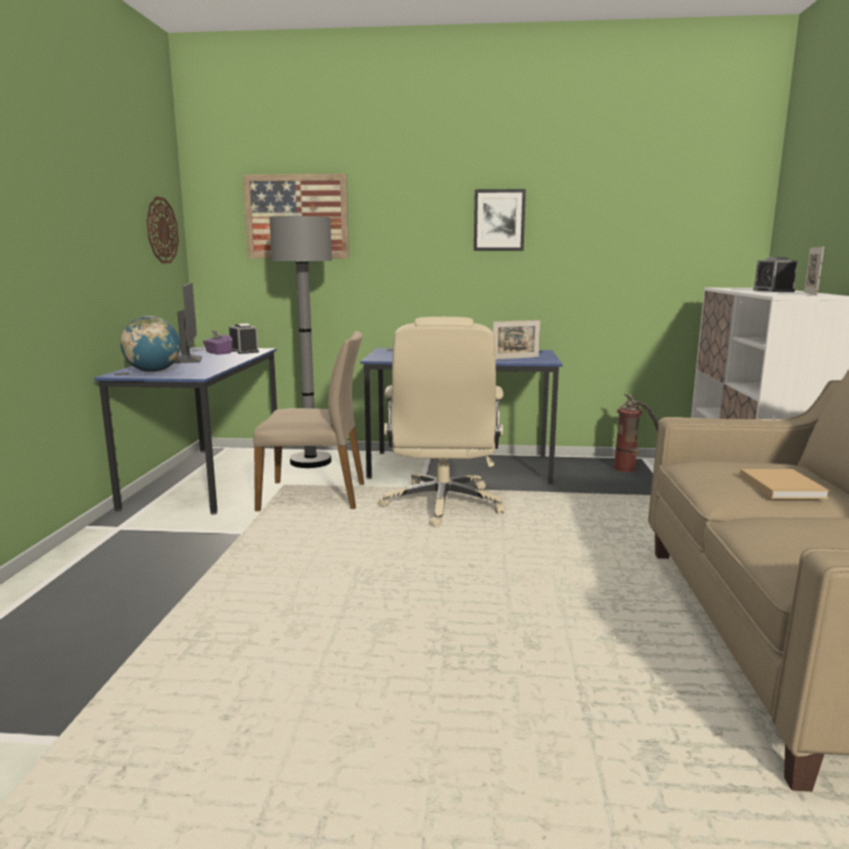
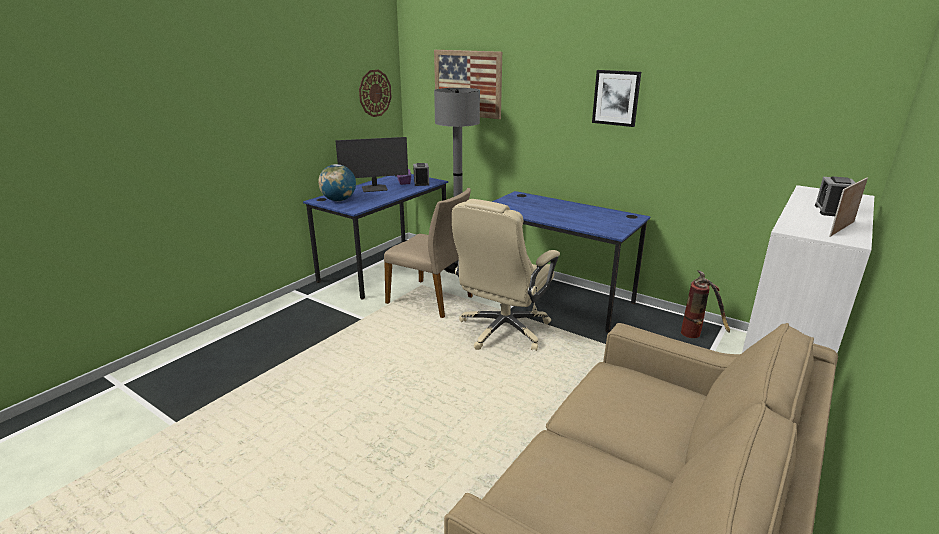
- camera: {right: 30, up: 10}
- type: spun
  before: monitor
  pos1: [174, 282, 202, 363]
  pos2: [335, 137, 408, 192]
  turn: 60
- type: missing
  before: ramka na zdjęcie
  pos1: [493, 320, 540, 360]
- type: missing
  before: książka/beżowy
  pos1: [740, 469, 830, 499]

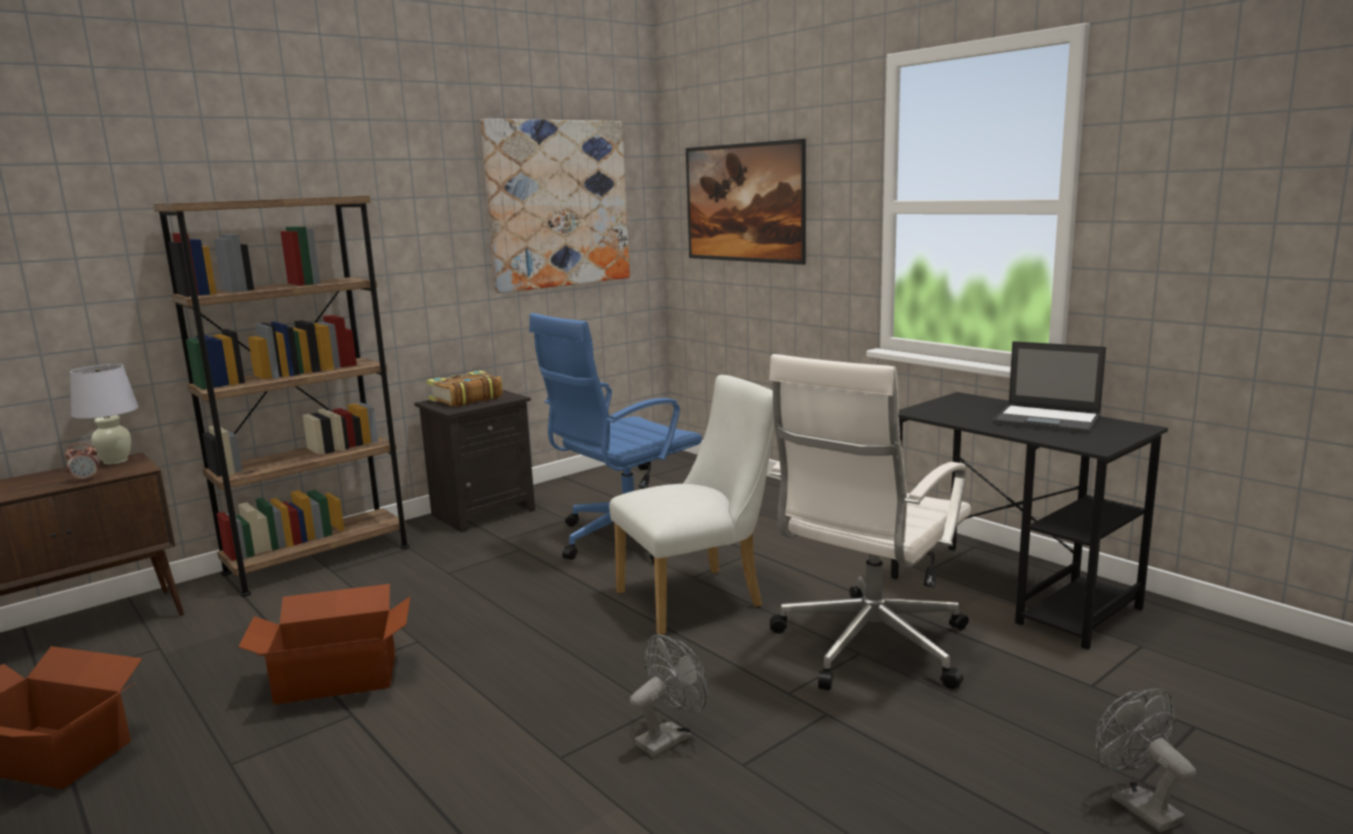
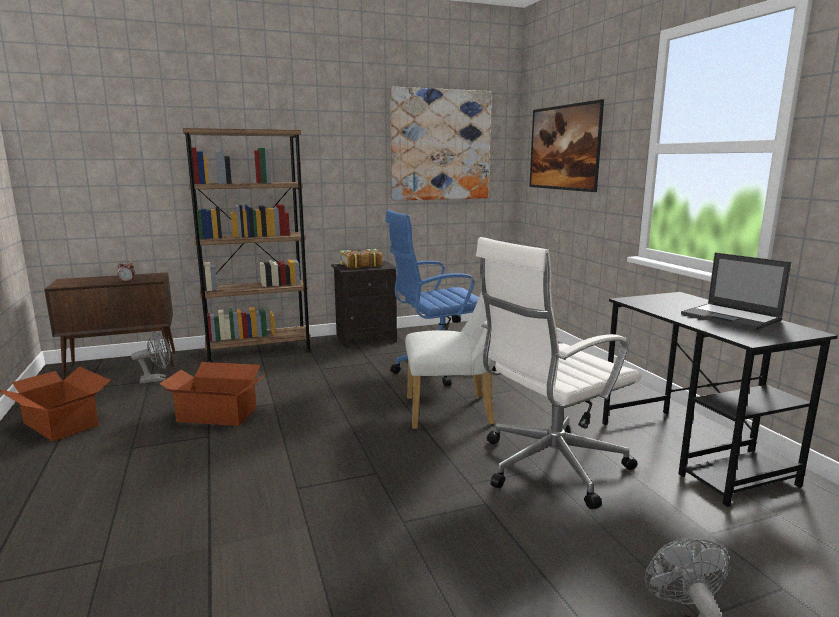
- camera: {right: 20, up: 0}
- type: missing
  before: lampa stołowa/biały
  pos1: [70, 364, 139, 465]
- type: relocated
  before: wentylator/szary
  pos1: [630, 634, 707, 757]
  pos2: [131, 331, 171, 384]

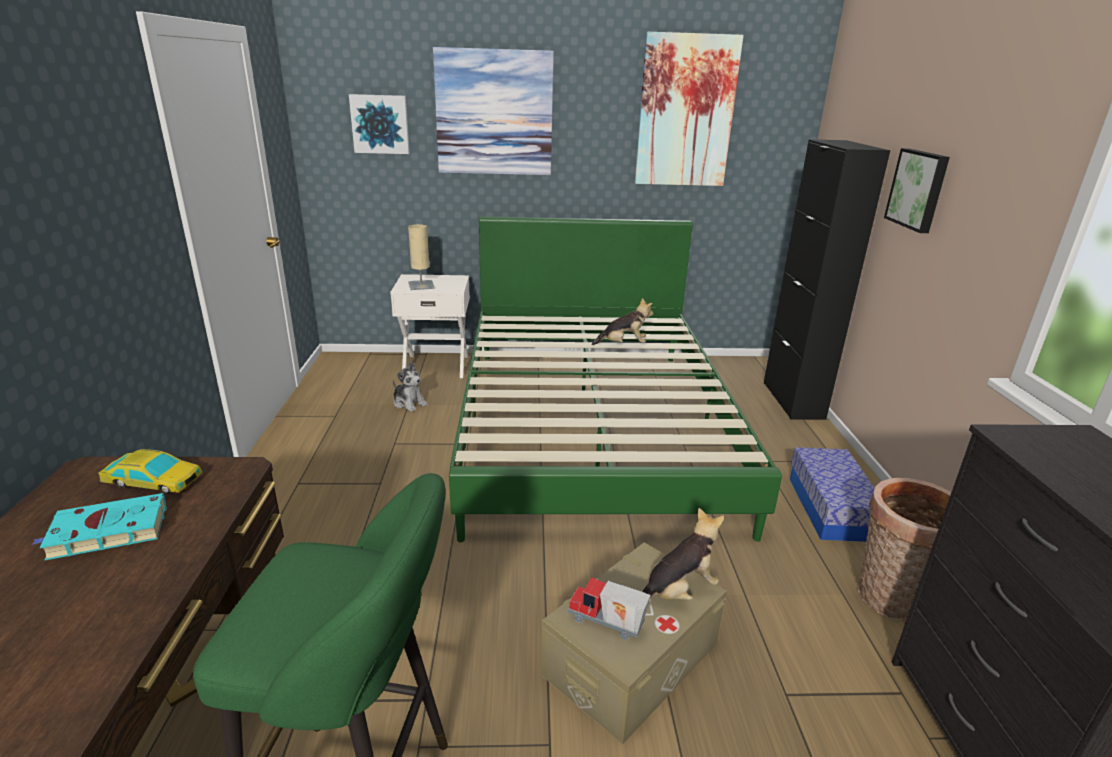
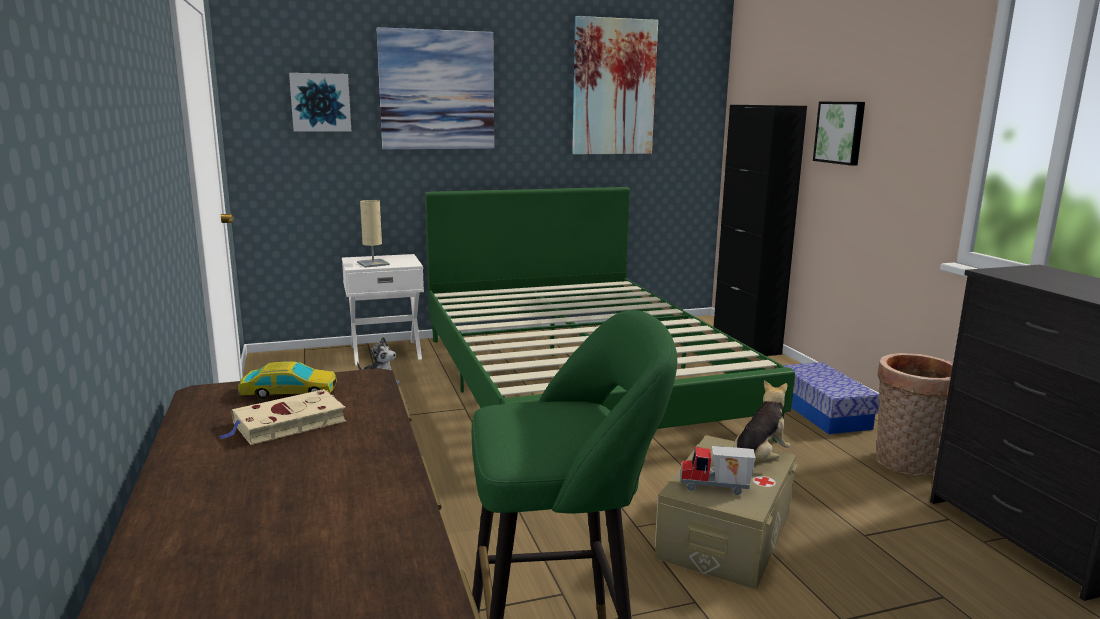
- camera: {right: -15, up: -10}
- type: colour
  before: książka/turkusowy
  after: książka/beżowy
  pos1: [31, 493, 167, 560]
  pos2: [219, 389, 346, 445]
- type: missing
  before: pluszak
  pos1: [592, 298, 654, 345]

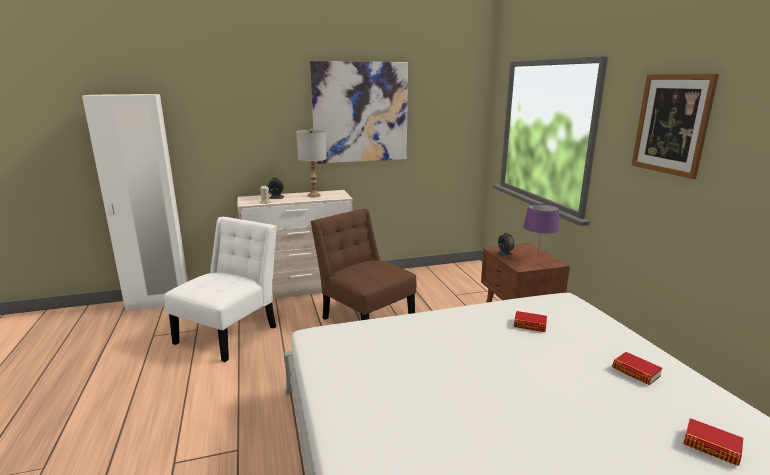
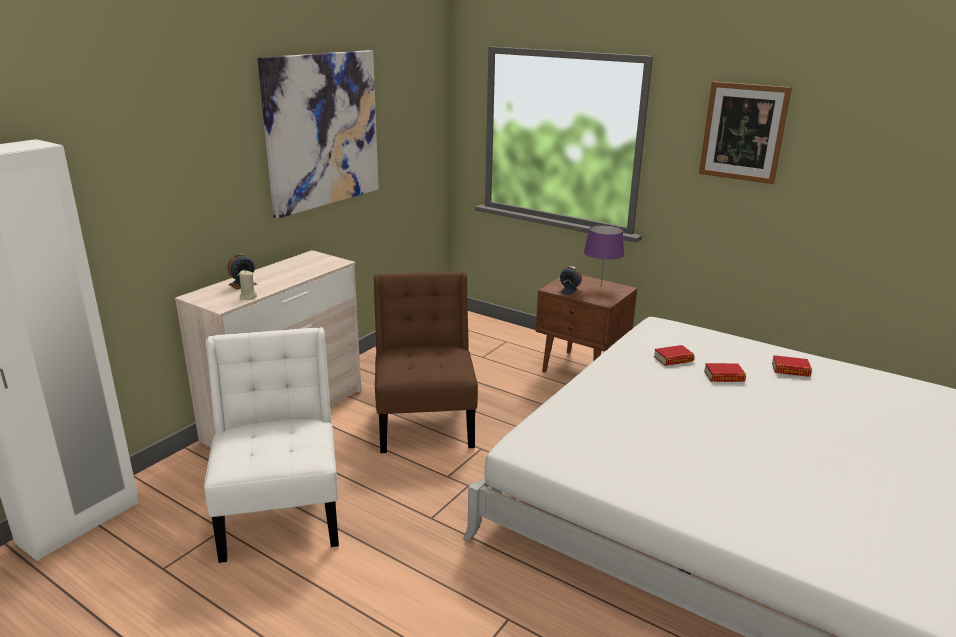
- camera: {right: -40, up: 5}
- type: missing
  before: lampa stołowa/szary
  pos1: [296, 129, 327, 197]
- type: spun
  before: krzesło/brązowy
  pos1: [311, 209, 417, 320]
  pos2: [374, 272, 478, 453]
  turn: 75
- type: relocated
  before: książka
  pos1: [683, 418, 743, 466]
  pos2: [704, 363, 746, 382]

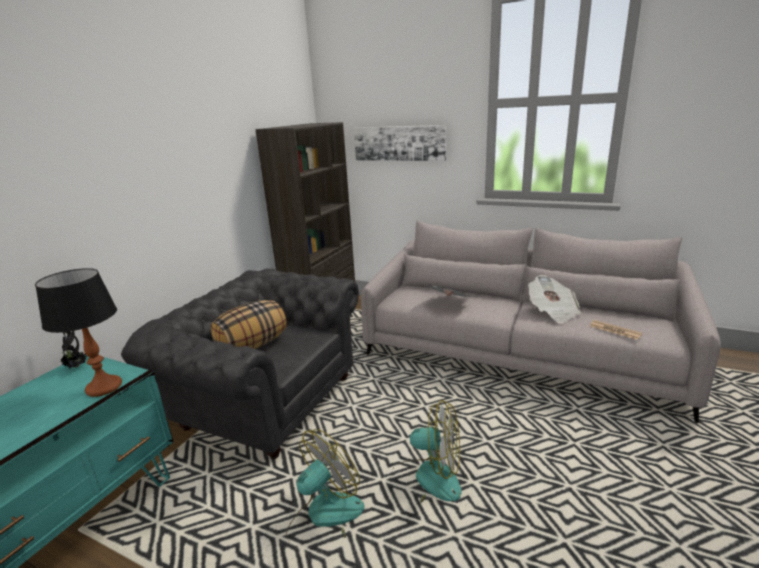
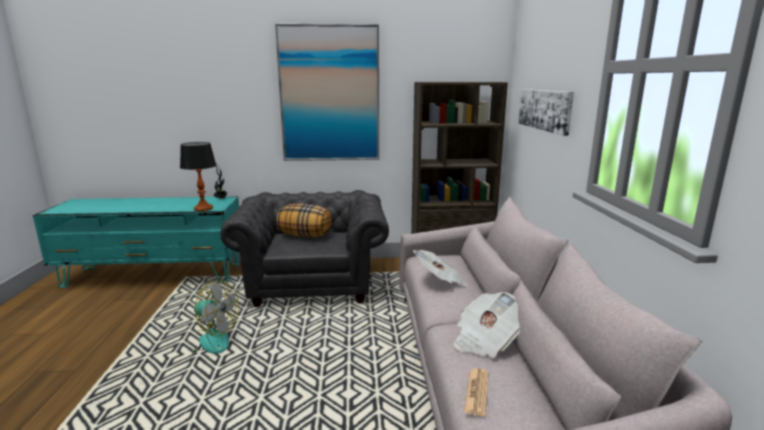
- camera: {right: 60, up: -5}
- type: missing
  before: wentylator
  pos1: [392, 400, 462, 503]
- type: appeared
  after: obraz
  pos2: [275, 24, 379, 161]

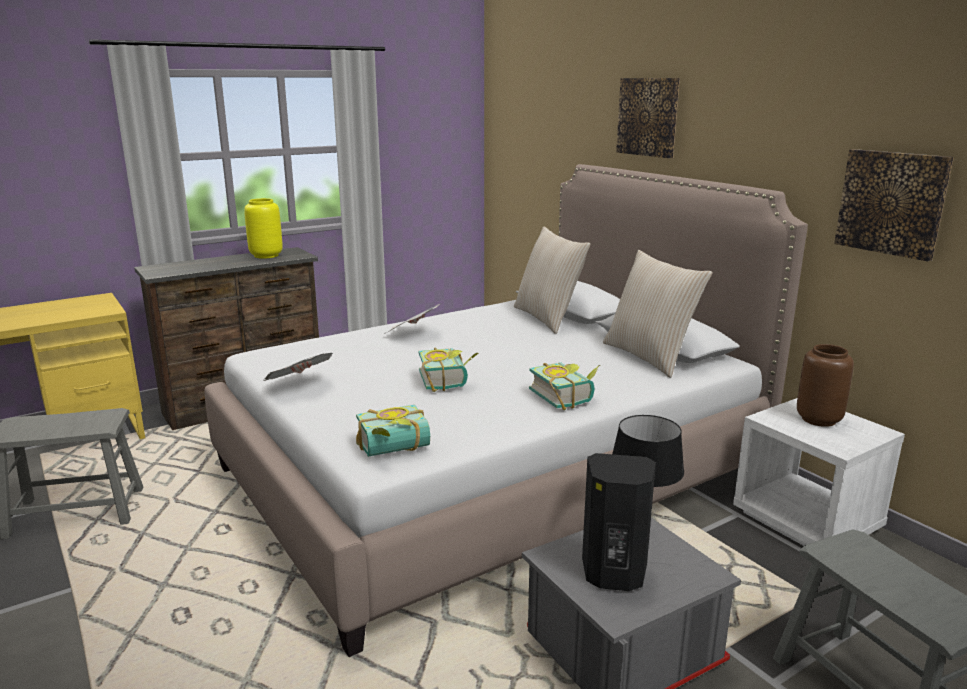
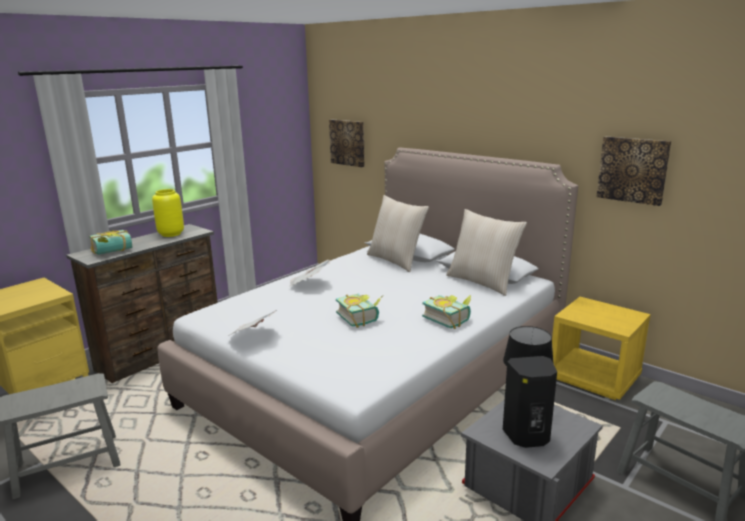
- camera: {right: -15, up: 0}
- type: relocated
  before: książka
  pos1: [356, 405, 430, 457]
  pos2: [89, 230, 132, 255]
- type: relocated
  before: obraz
  pos1: [616, 78, 680, 158]
  pos2: [329, 119, 365, 167]
- type: colour
  before: szafka nocna/biały
  after: szafka nocna/żółty
  pos1: [733, 398, 905, 546]
  pos2: [552, 297, 651, 400]
- type: missing
  before: wazon/brązowy
  pos1: [797, 344, 854, 427]

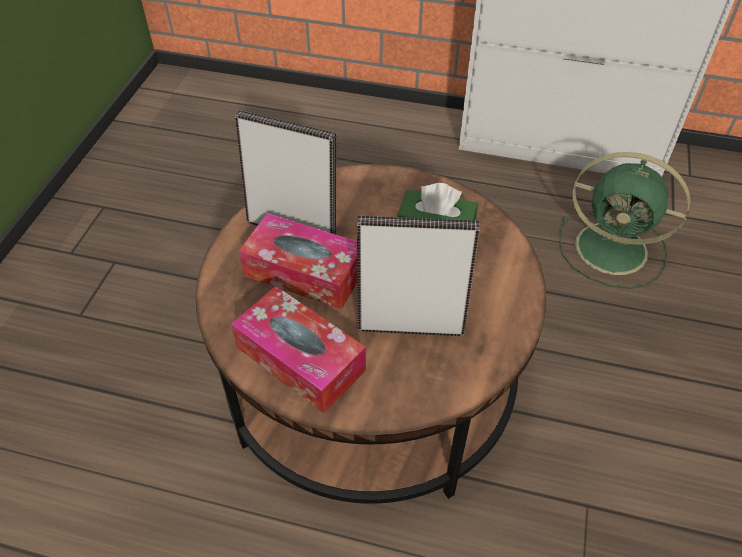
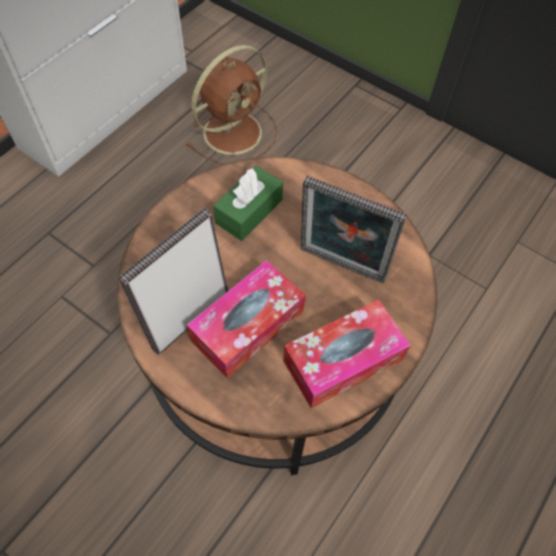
- camera: {right: -70, up: 10}
- type: spun
  before: ramka na zdjęcie
  pos1: [357, 216, 480, 336]
  pos2: [301, 176, 407, 283]
  turn: -90
- type: colour
  before: wentylator/zielony
  after: wentylator/brązowy
  pos1: [559, 152, 691, 289]
  pos2: [186, 45, 277, 165]

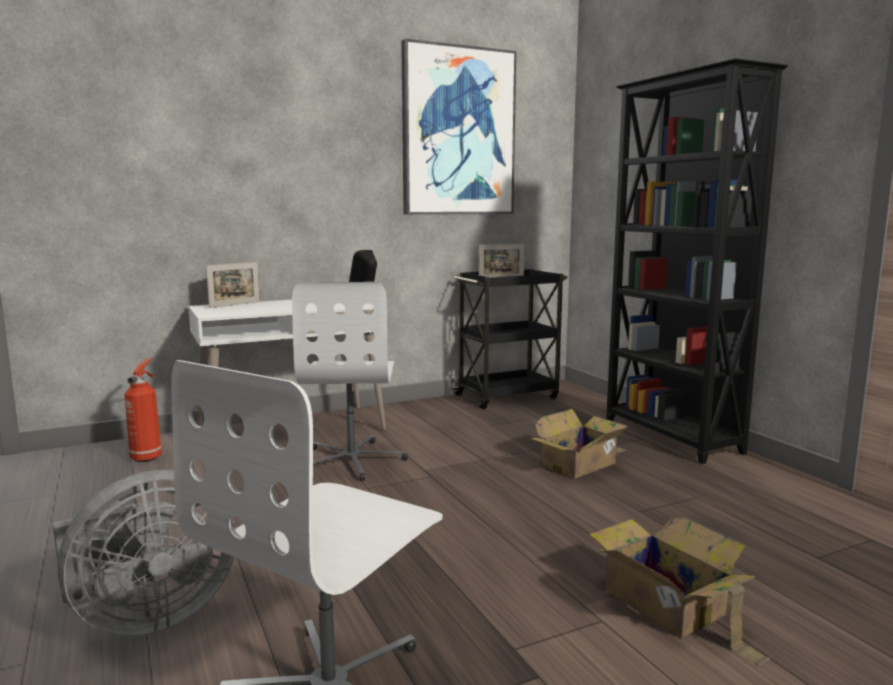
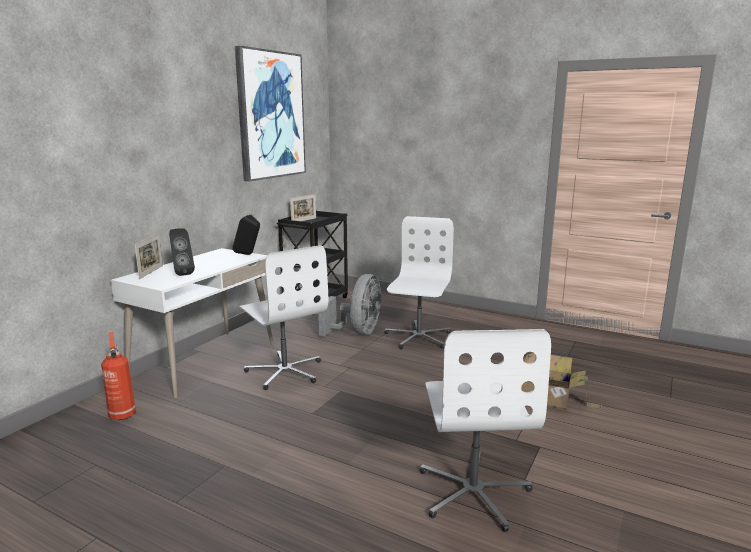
- camera: {right: -35, up: 5}
- type: relocated
  before: wentylator/szary
  pos1: [53, 470, 235, 636]
  pos2: [318, 274, 381, 337]
- type: exchanged
  before: karton
  after: krzesło biurowe/biały
  pos1: [530, 409, 629, 479]
  pos2: [384, 216, 454, 349]
- type: missing
  before: regał/czarny
  pos1: [606, 58, 788, 464]
- type: appeared
  after: głośnik/czarny
  pos2: [169, 228, 195, 276]

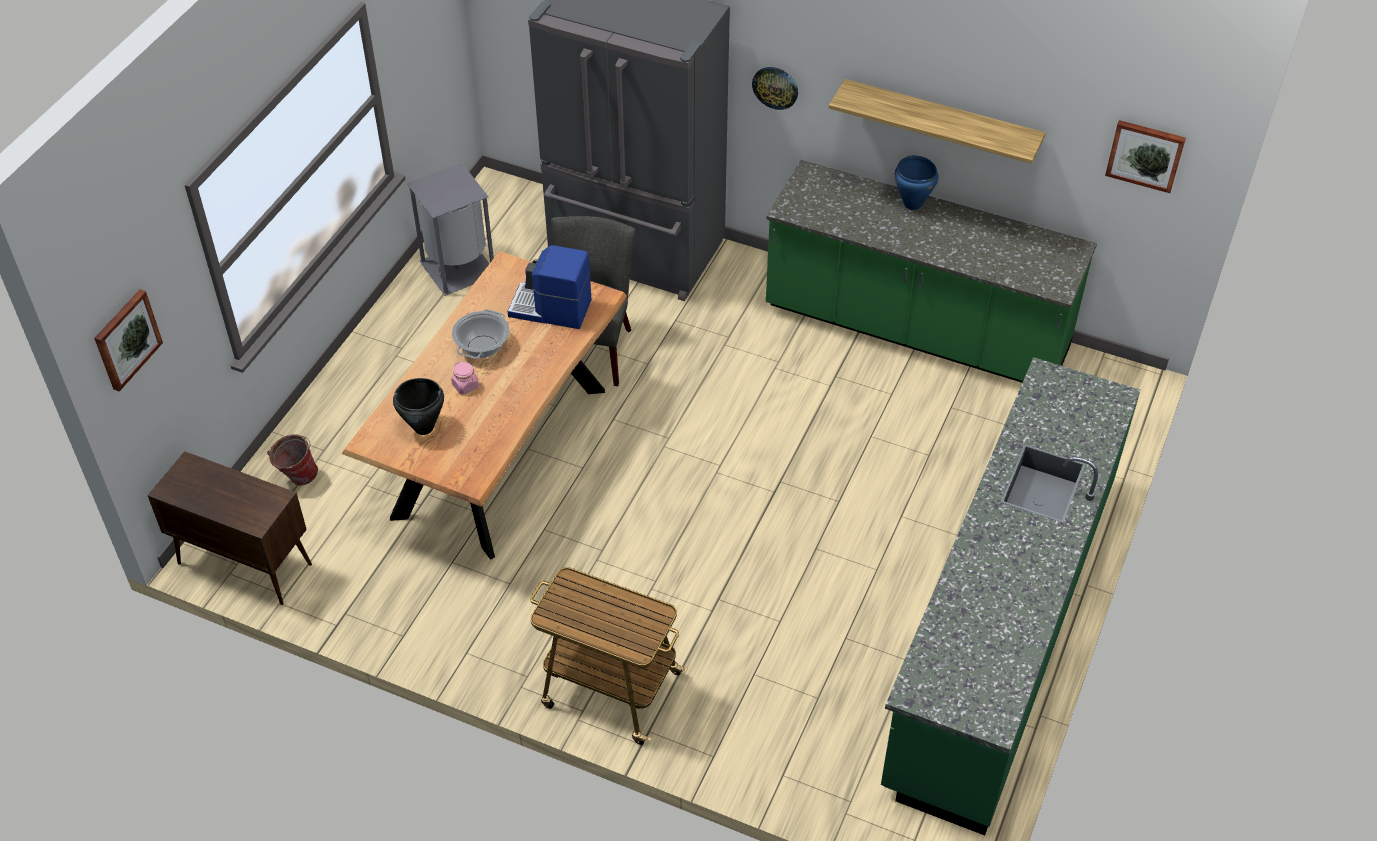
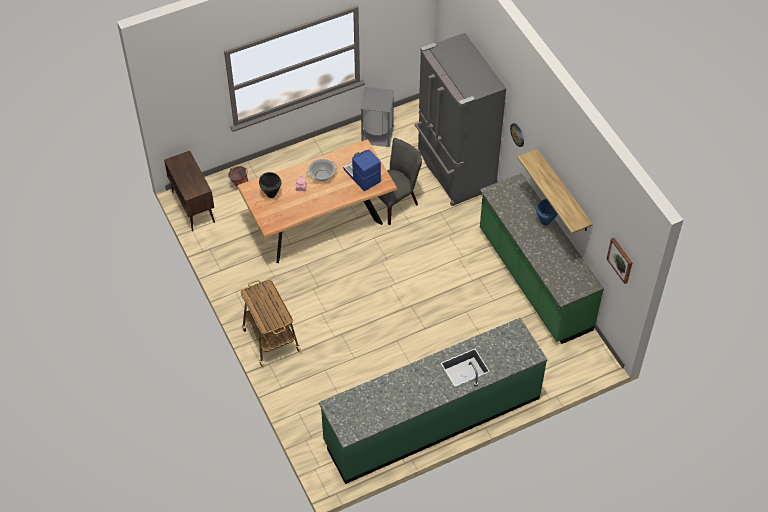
- camera: {right: 40, up: 5}
- type: missing
  before: obraz
  pos1: [94, 289, 163, 392]

